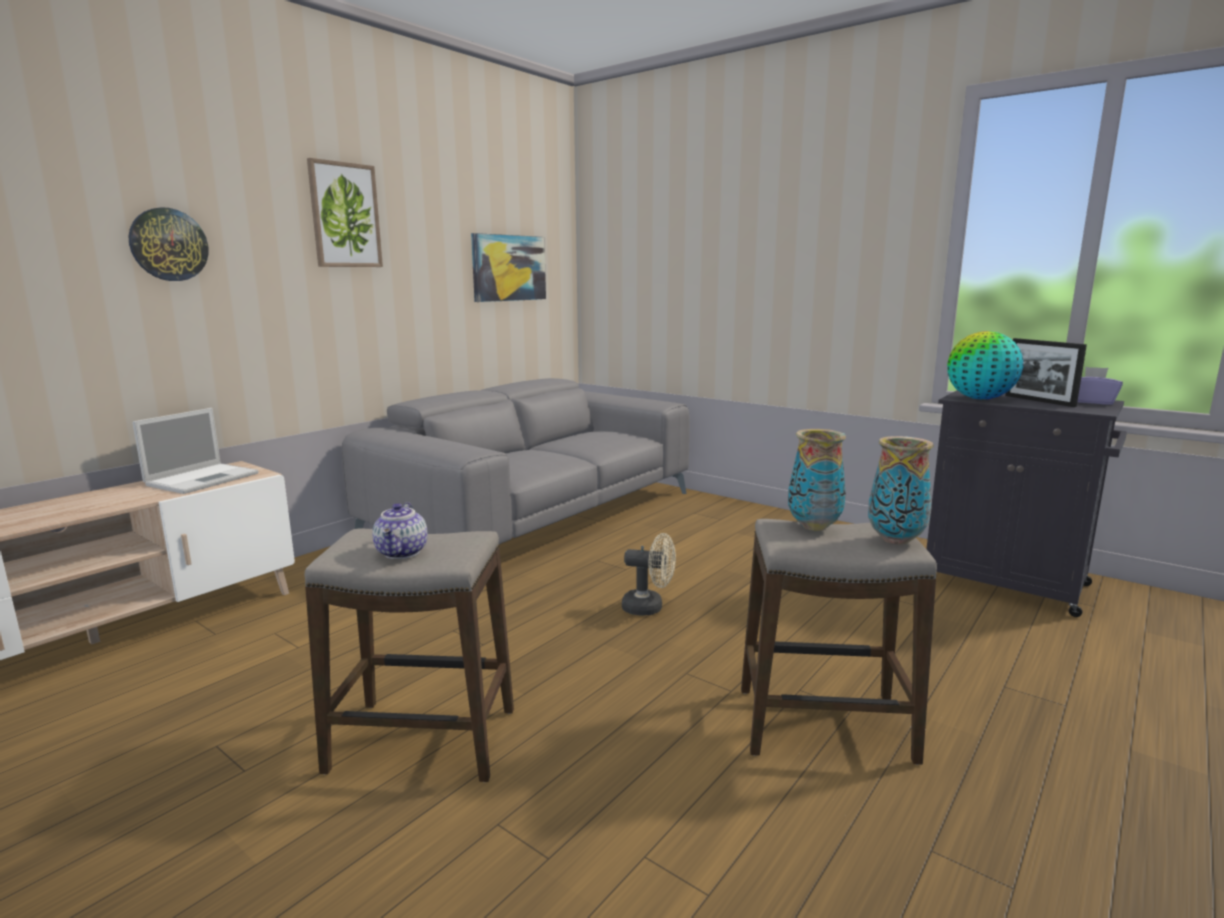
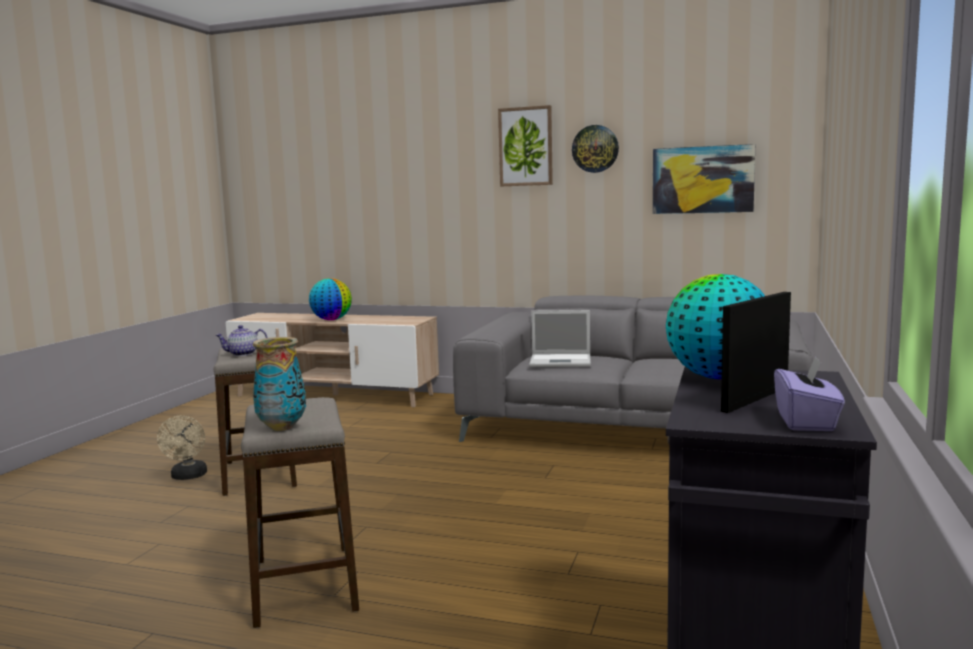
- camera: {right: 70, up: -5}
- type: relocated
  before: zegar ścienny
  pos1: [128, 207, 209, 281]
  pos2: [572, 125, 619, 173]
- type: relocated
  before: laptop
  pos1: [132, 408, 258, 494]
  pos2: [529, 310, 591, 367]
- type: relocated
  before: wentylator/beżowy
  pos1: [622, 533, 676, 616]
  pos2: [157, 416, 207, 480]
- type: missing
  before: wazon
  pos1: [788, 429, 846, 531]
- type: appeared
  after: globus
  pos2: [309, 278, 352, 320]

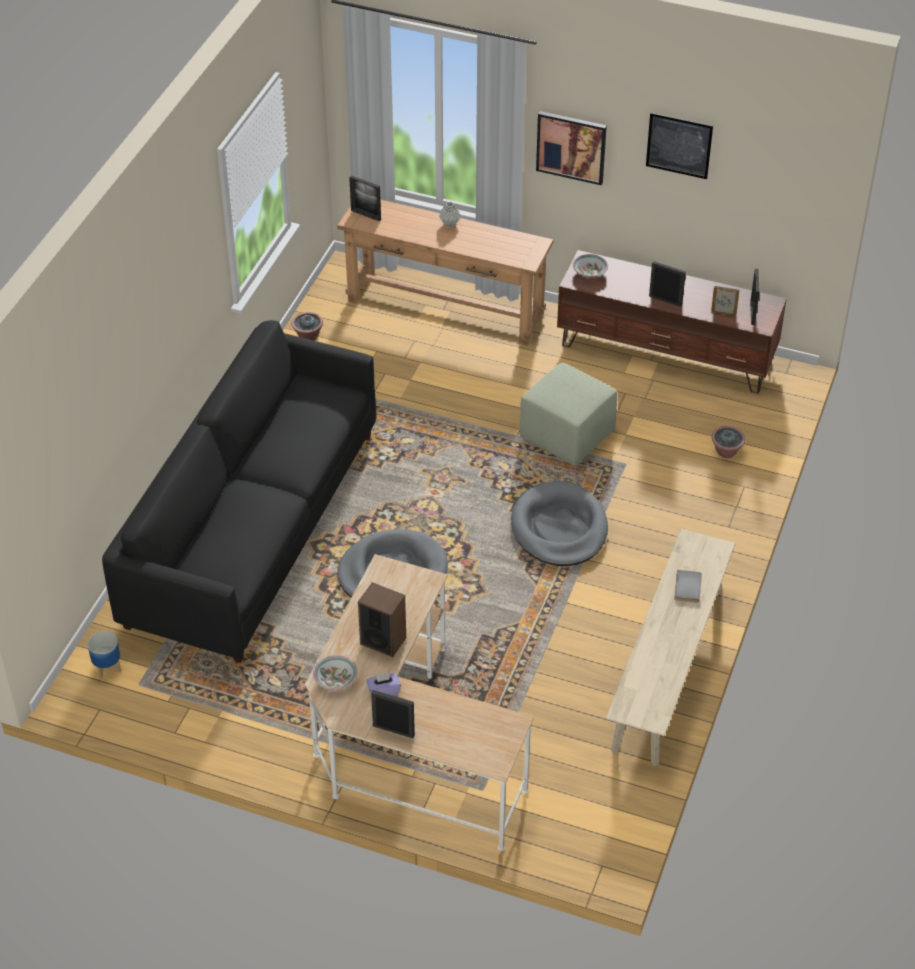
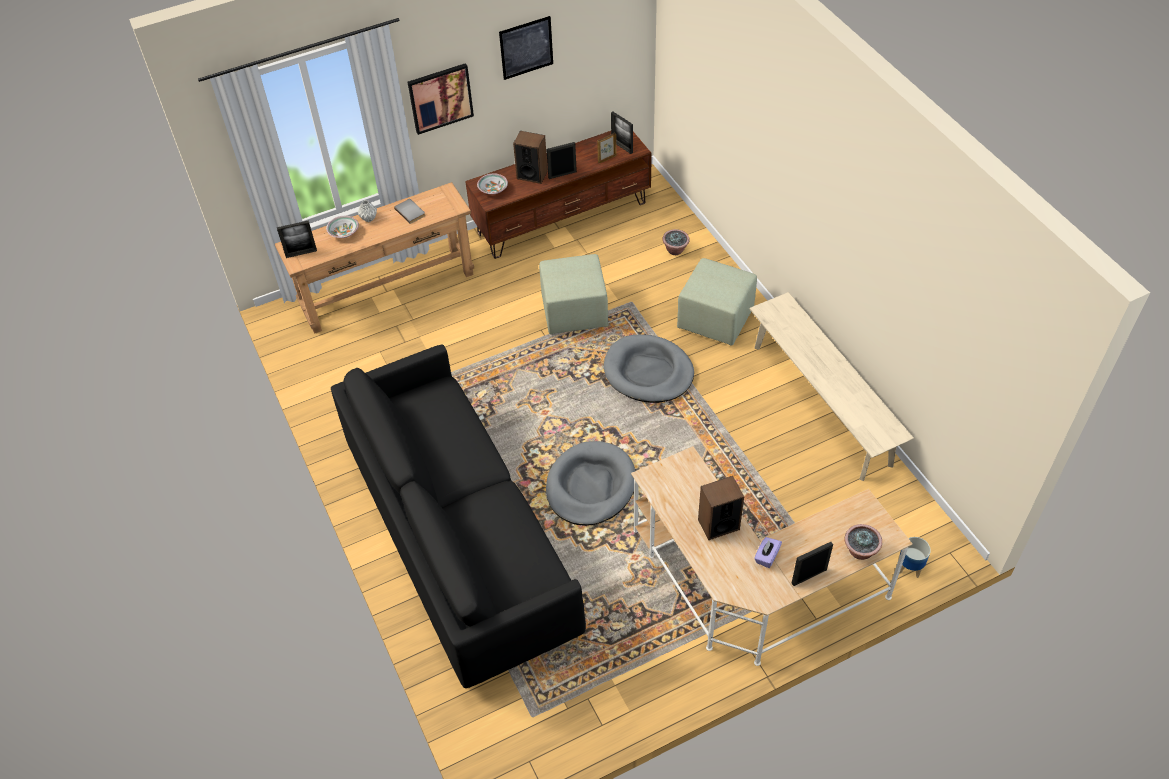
- camera: {right: -45, up: 5}
- type: relocated
  before: donica
  pos1: [88, 631, 121, 679]
  pos2: [899, 537, 931, 578]
- type: relocated
  before: roślina doniczkowa
  pos1: [292, 312, 323, 341]
  pos2: [844, 524, 882, 560]
- type: relocated
  before: miska
  pos1: [313, 655, 357, 690]
  pos2: [326, 216, 359, 238]
- type: relocated
  before: książka/szary
  pos1: [675, 570, 702, 603]
  pos2: [394, 199, 425, 224]
- type: appeared
  after: głośnik
  pos2: [513, 131, 548, 184]
- type: appeared
  after: pufa/zielony
  pos2: [677, 258, 757, 346]

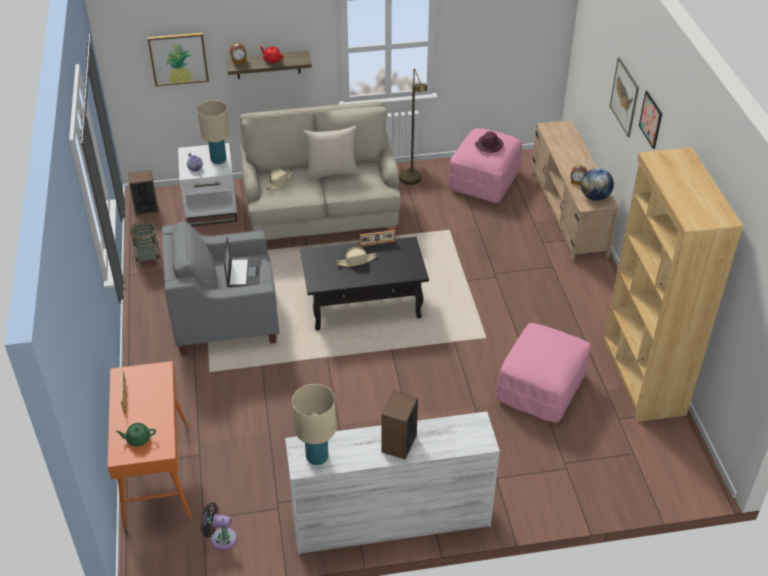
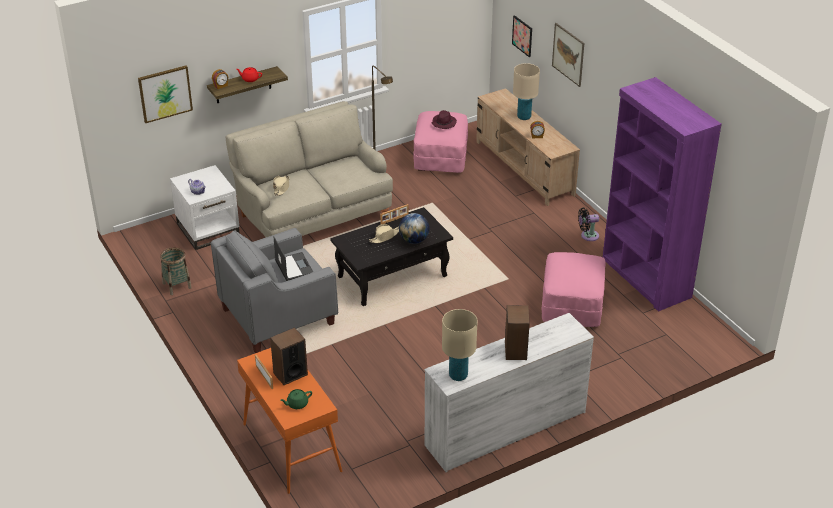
- camera: {right: -20, up: -5}
- type: relocated
  before: głośnik
  pos1: [128, 170, 158, 215]
  pos2: [270, 327, 308, 385]
- type: relocated
  before: lampa stołowa/beżowy
  pos1: [197, 100, 230, 164]
  pos2: [513, 63, 540, 120]
- type: relocated
  before: wentylator/czarny
  pos1: [201, 502, 237, 550]
  pos2: [578, 208, 599, 241]
- type: missing
  before: poduszka/beżowy
  pos1: [303, 126, 360, 181]
- type: relocated
  before: globus
  pos1: [581, 168, 614, 201]
  pos2: [399, 213, 430, 244]
- type: colour
  before: regał/brązowy
  after: regał/fioletowy
  pos1: [604, 147, 743, 422]
  pos2: [603, 77, 722, 312]
- type: relocated
  before: obraz
  pos1: [639, 91, 662, 149]
  pos2: [512, 15, 532, 57]

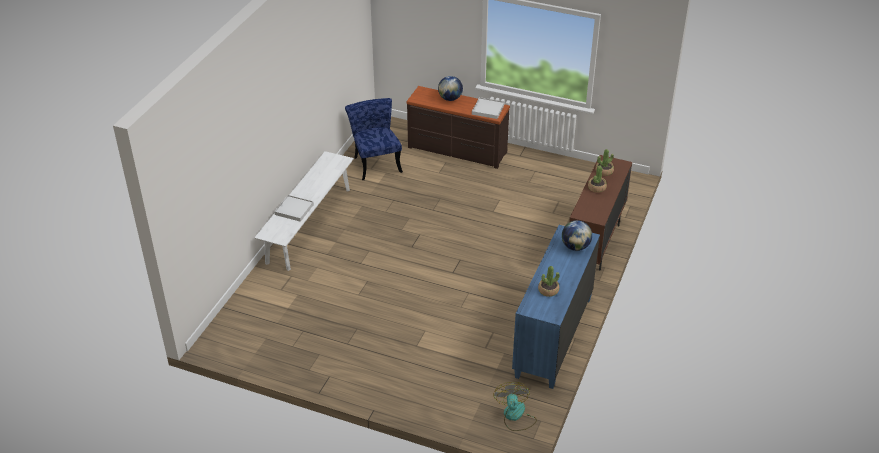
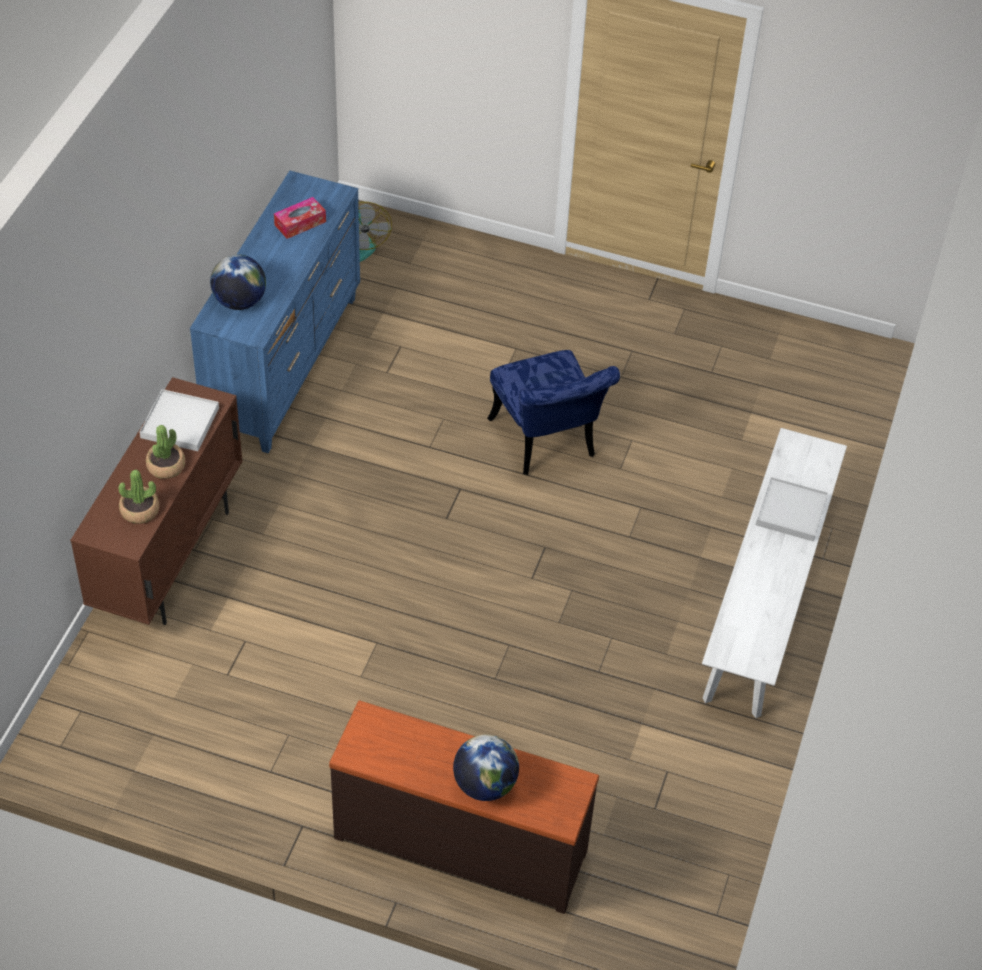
- camera: {right: 175, up: 10}
- type: relocated
  before: krzesło/niebieski
  pos1: [345, 98, 403, 180]
  pos2: [487, 350, 620, 475]
- type: relocated
  before: taca/biały
  pos1: [472, 97, 505, 119]
  pos2: [140, 389, 219, 451]
- type: exchanged
  before: roślina doniczkowa
  after: pudełko chusteczek
  pos1: [538, 266, 560, 297]
  pos2: [274, 197, 326, 239]

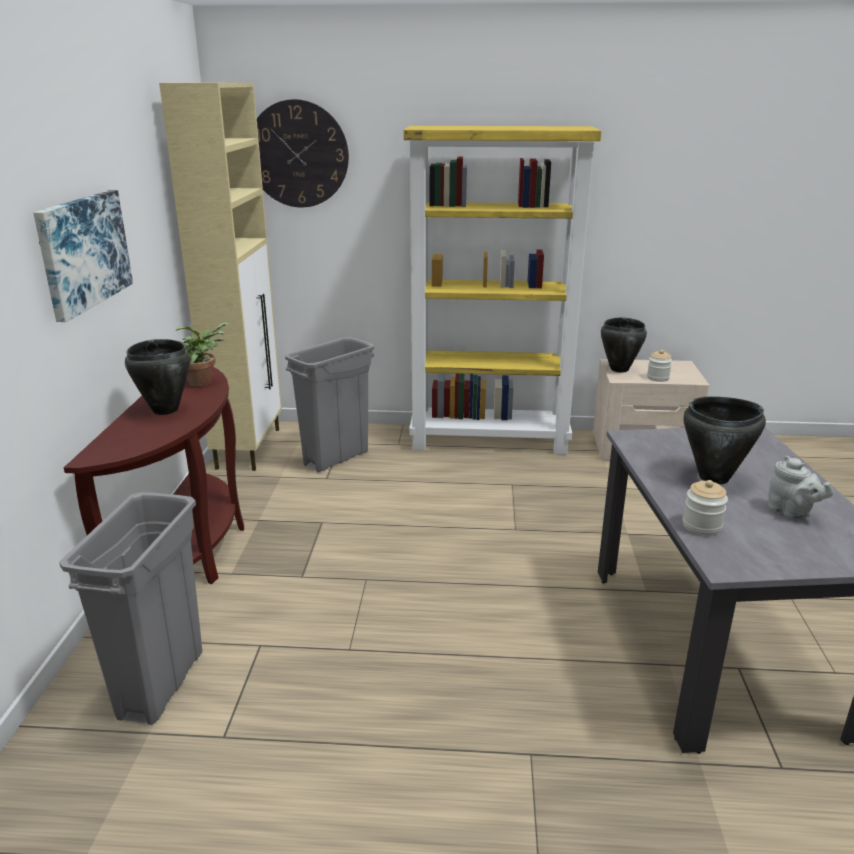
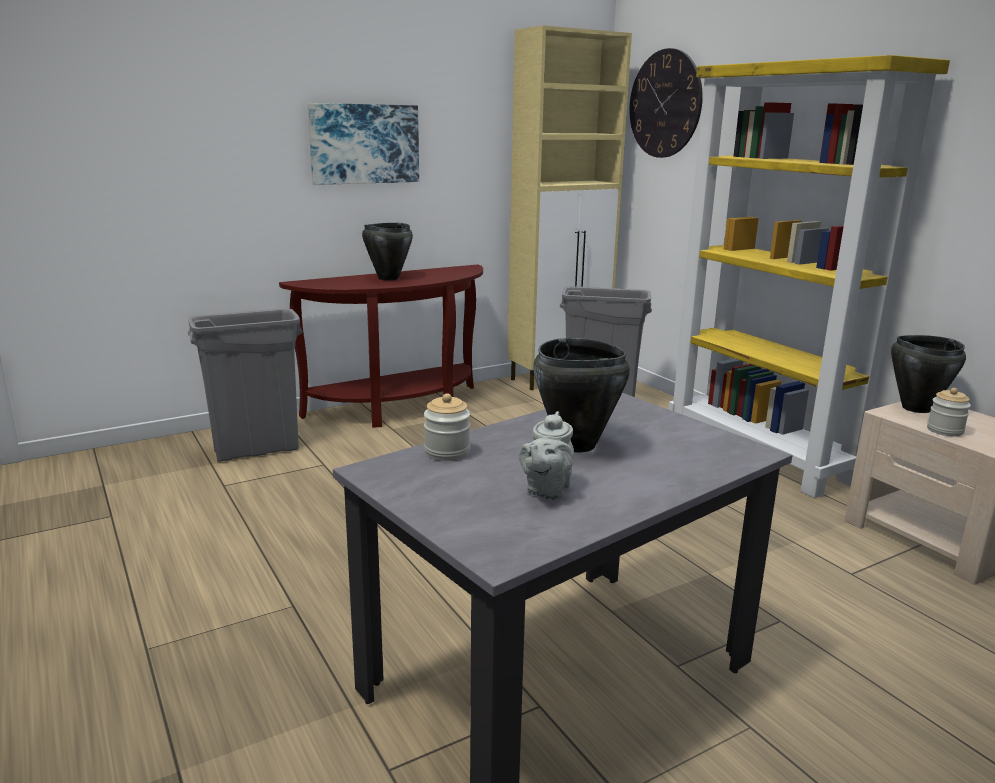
- camera: {right: 55, up: -5}
- type: missing
  before: roślina doniczkowa
  pos1: [176, 322, 230, 387]

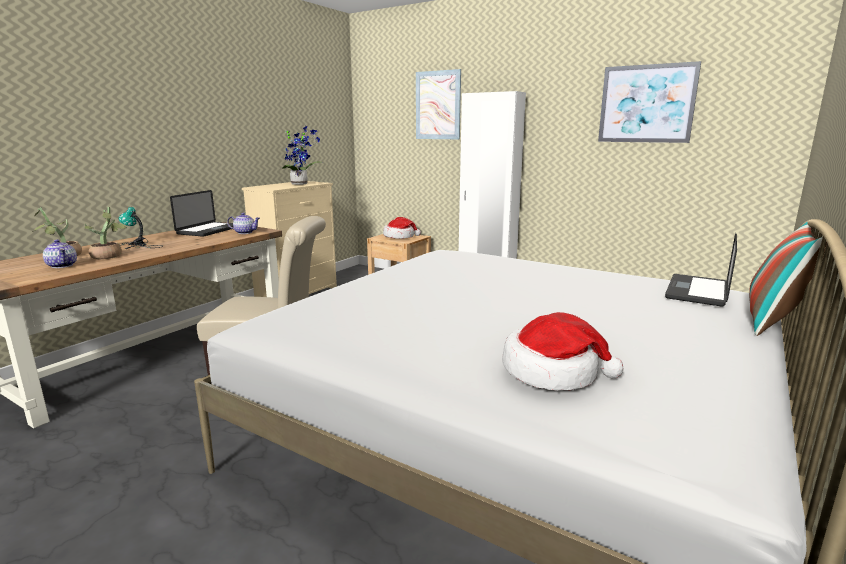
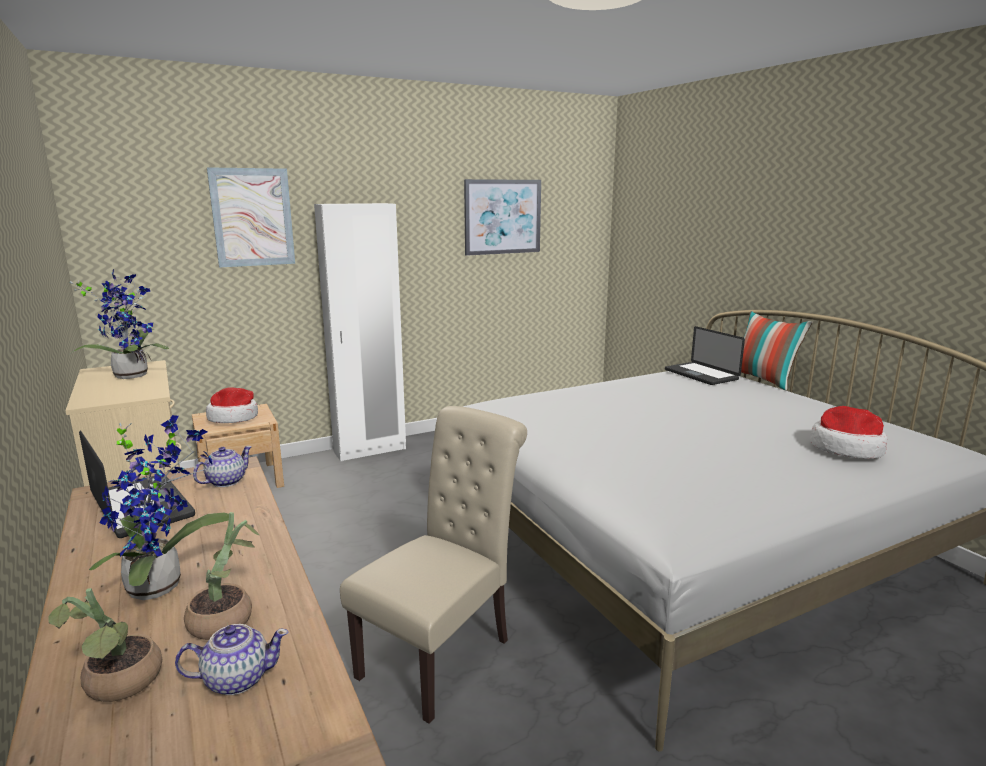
- camera: {right: -60, up: 0}
- type: exchanged
  before: lampa stołowa
  after: roślina doniczkowa
  pos1: [119, 207, 163, 249]
  pos2: [89, 415, 229, 600]

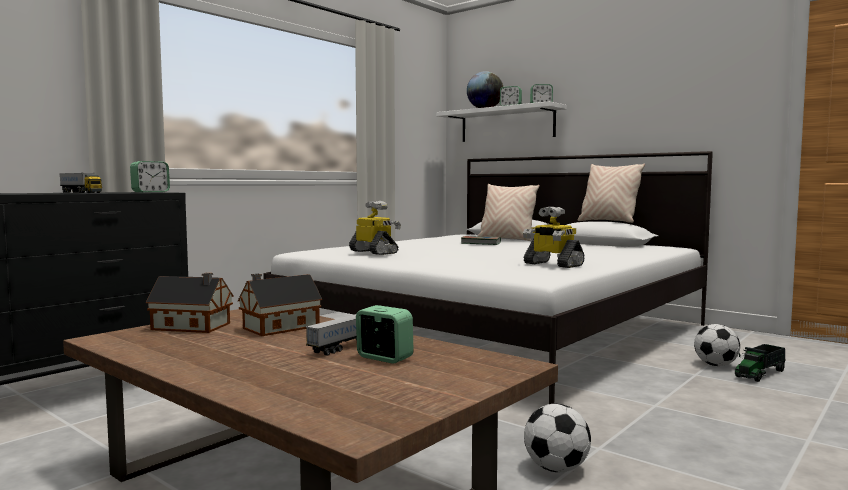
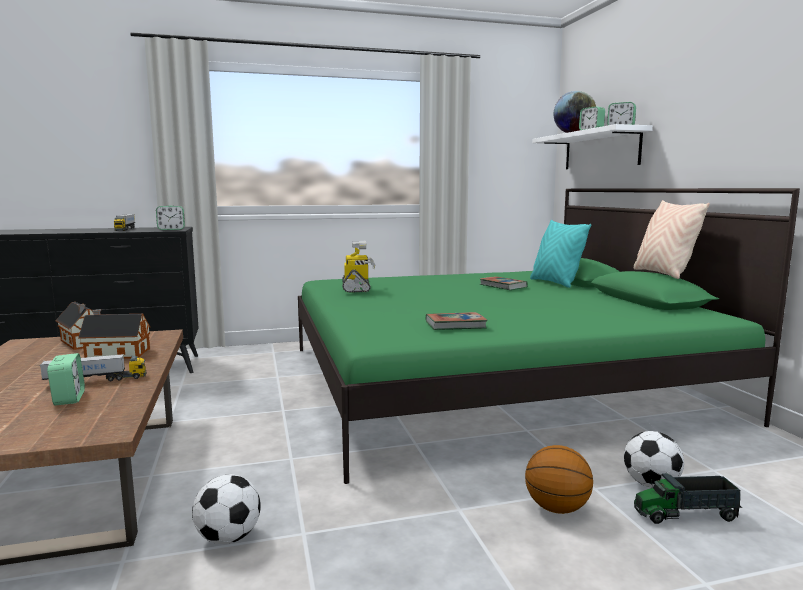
- camera: {right: 35, up: 5}
- type: colour
  before: łóżko/biały
  after: łóżko/zielony
  pos1: [263, 151, 713, 404]
  pos2: [298, 188, 800, 484]
- type: colour
  before: poduszka/beżowy
  after: poduszka/turkusowy
  pos1: [478, 184, 540, 241]
  pos2: [530, 220, 592, 288]
- type: exchanged
  before: robot zabawkowy
  after: książka
  pos1: [523, 207, 585, 268]
  pos2: [426, 312, 488, 330]
- type: appeared
  after: piłka do koszykówki
  pos2: [525, 445, 593, 514]

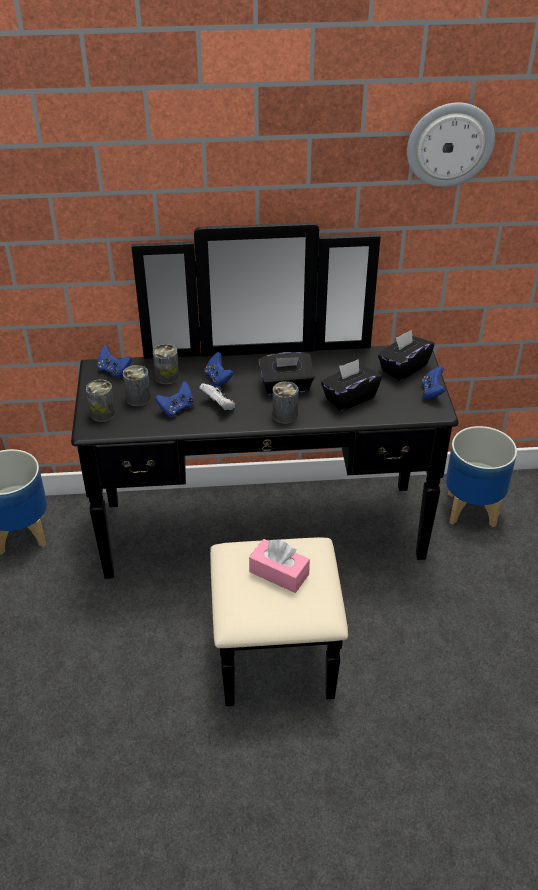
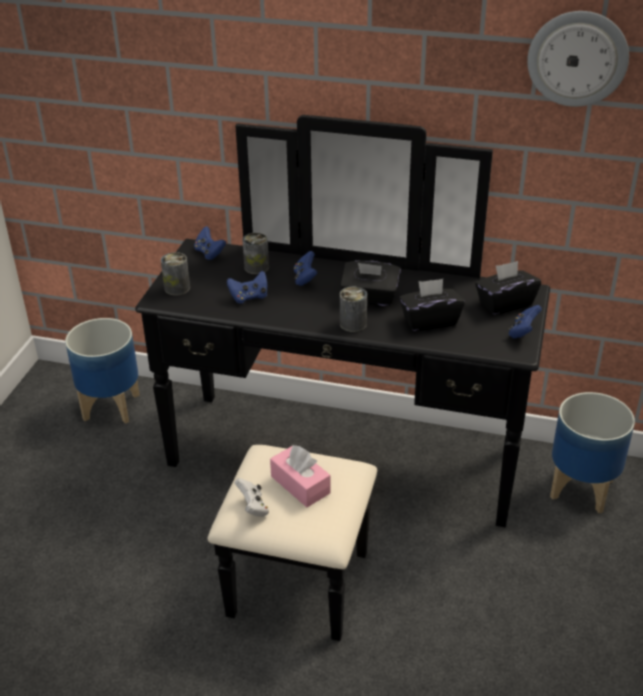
- camera: {right: 20, up: -5}
- type: missing
  before: puszka
  pos1: [123, 365, 151, 407]
- type: relocated
  before: pad do gier/biały
  pos1: [200, 383, 235, 410]
  pos2: [235, 478, 269, 517]

